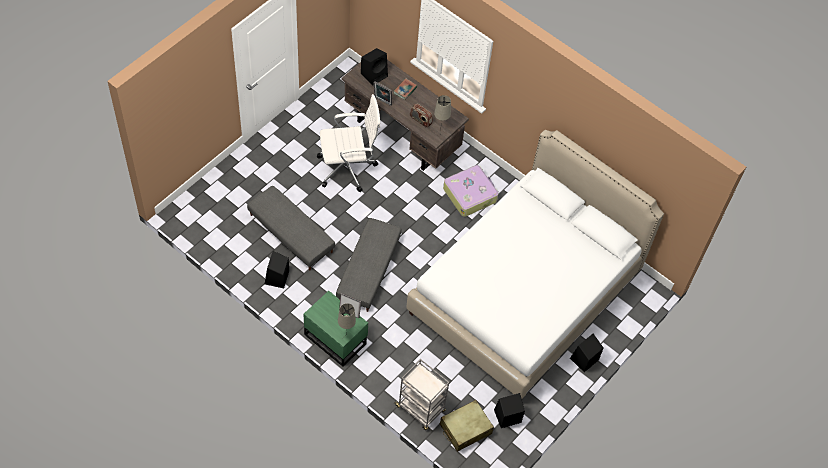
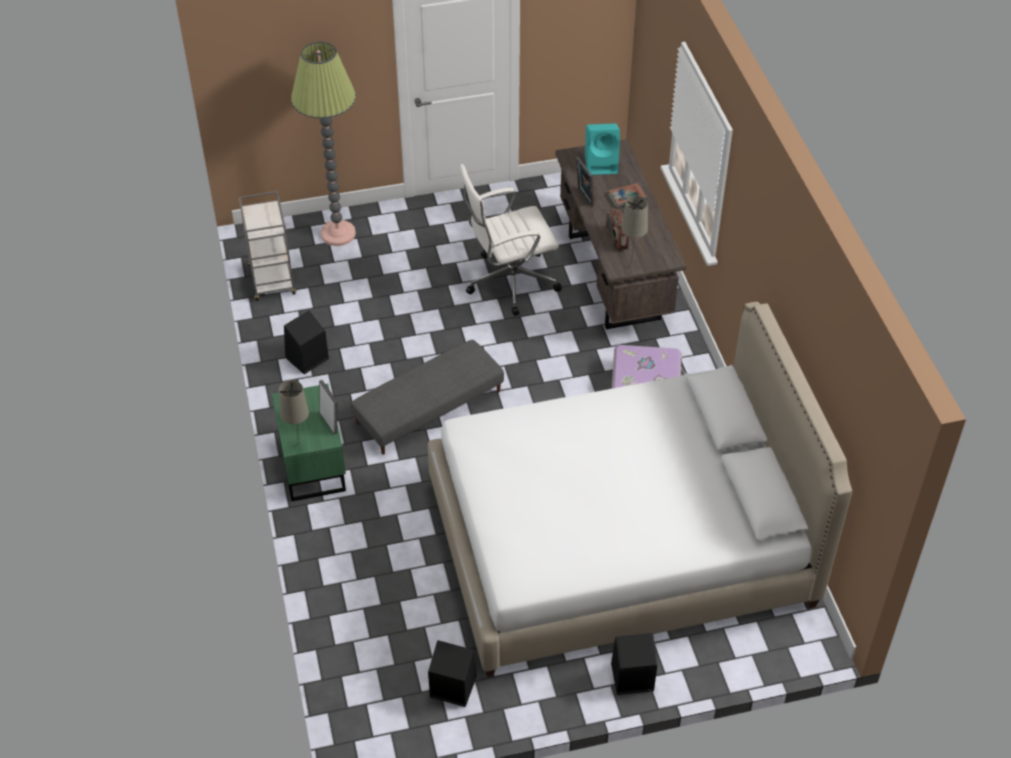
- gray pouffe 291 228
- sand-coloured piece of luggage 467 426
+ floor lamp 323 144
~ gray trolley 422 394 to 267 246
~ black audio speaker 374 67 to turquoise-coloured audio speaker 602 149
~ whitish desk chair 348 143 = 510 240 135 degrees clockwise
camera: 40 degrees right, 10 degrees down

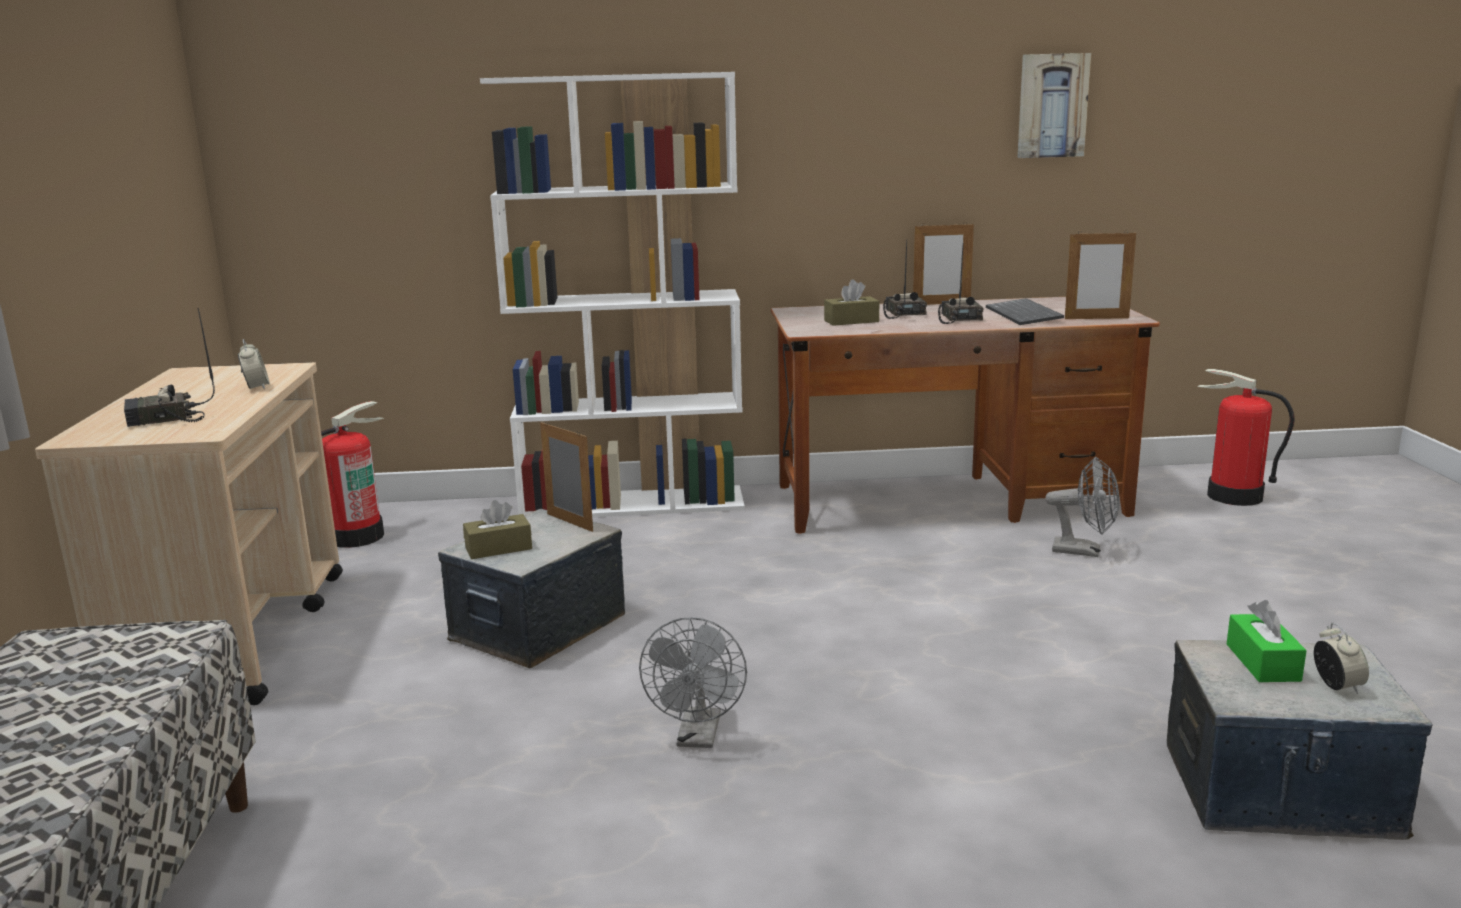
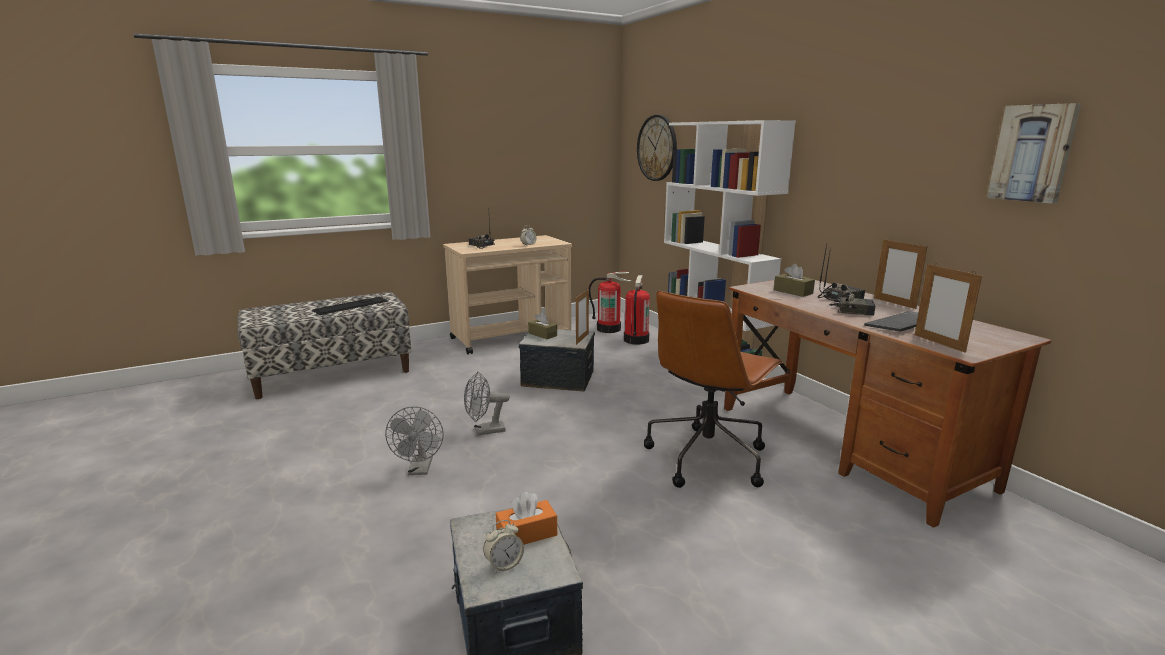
+ computer keyboard 350 306
+ hanging clock 657 148
+ brown desk chair 713 389
~ gray electric fan 1082 507 to 414 440
~ fire-fighting cylinder 1246 437 to 637 309
~ green tissue holder 1267 641 to orange-coloured tissue holder 526 518
~ radio set 960 285 = 849 281 45 degrees clockwise
camera: 65 degrees right, 0 degrees up

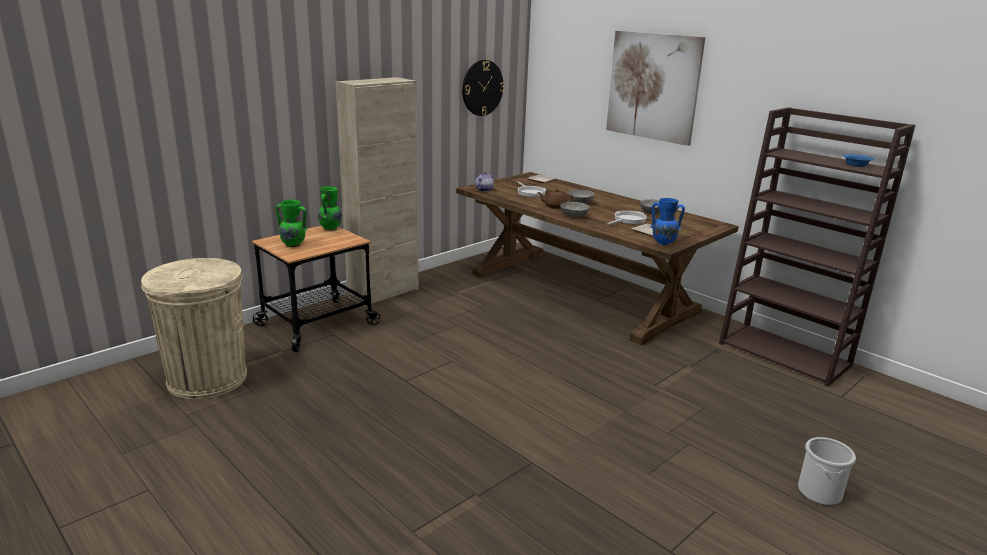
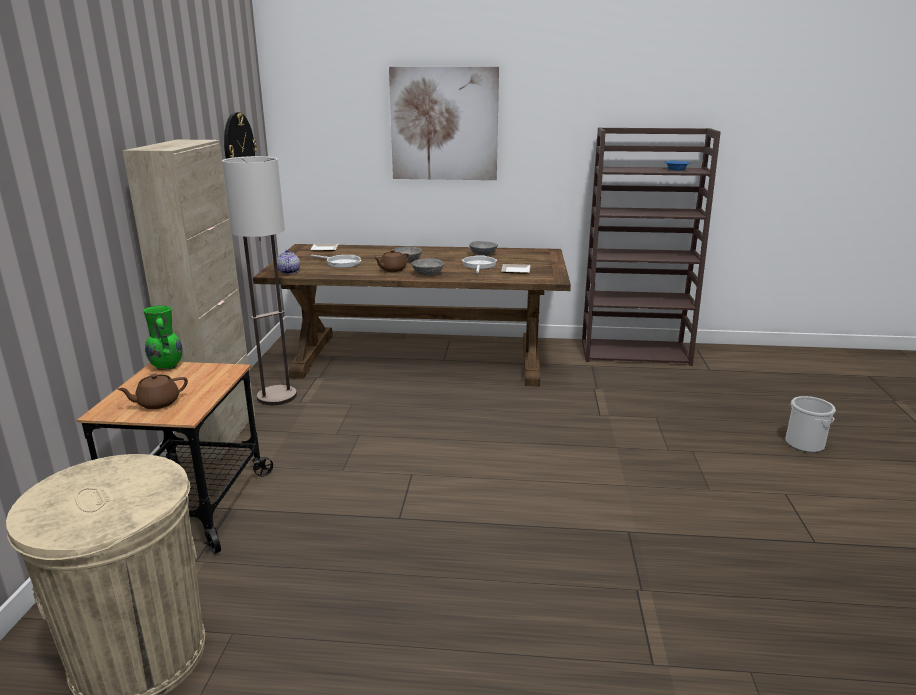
- blue-coloured vase 667 222
+ floor lamp 259 280
~ green vase 291 223 to brown pot for tea 152 391
camera: 40 degrees left, 0 degrees up

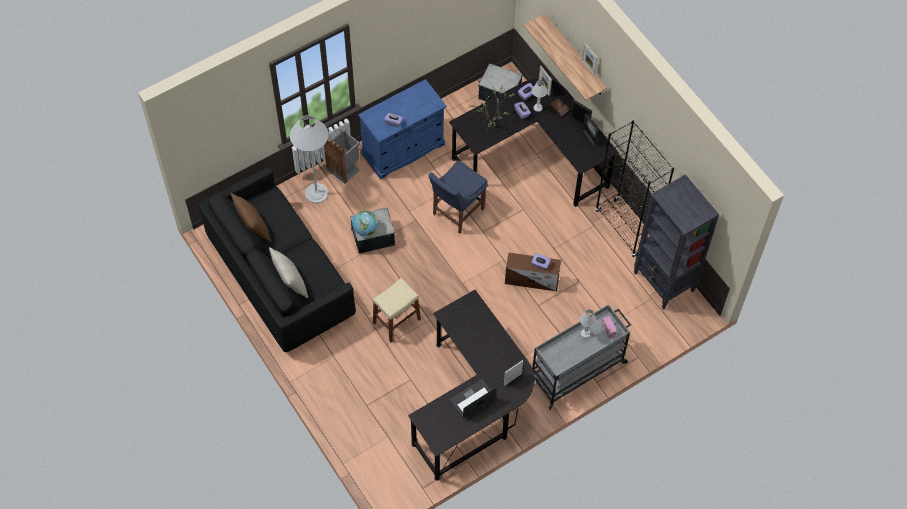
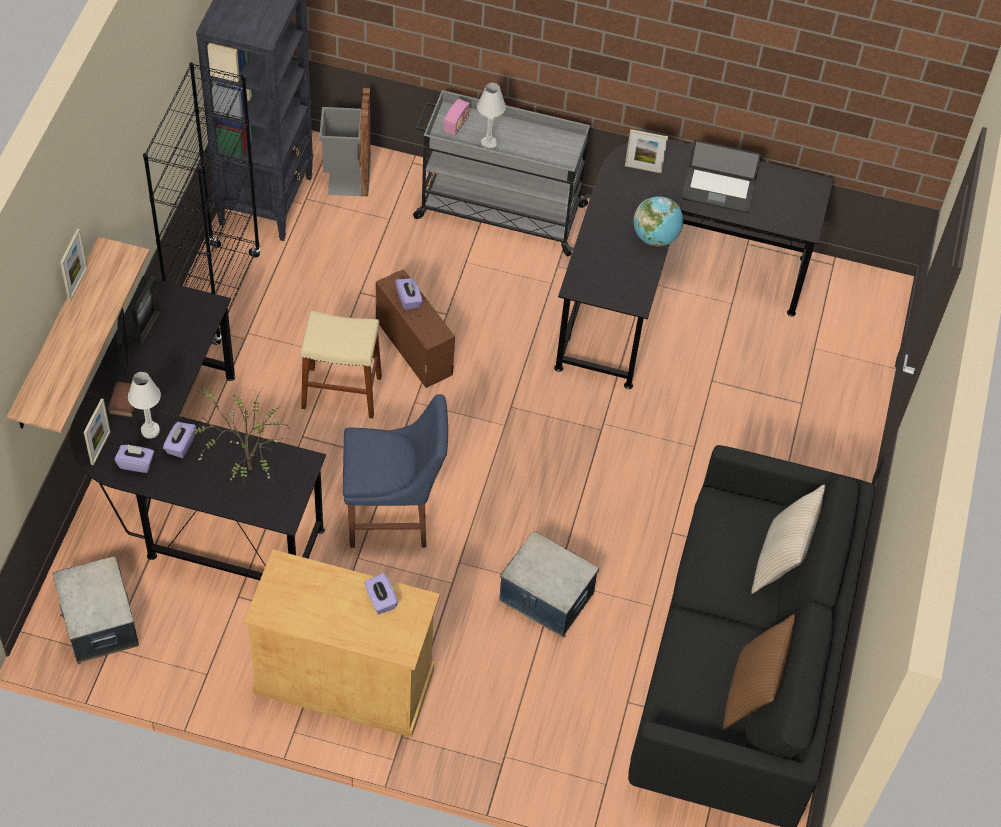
- whitish floor lamp 309 159
~ gray waste bin 342 157 to 345 142
~ world globe 365 223 to 658 221
~ sand-coloured stool 397 310 to 341 364
~ blue-coloured cupboard 402 129 to sand-coloured cupboard 342 643
camera: 135 degrees left, 5 degrees down

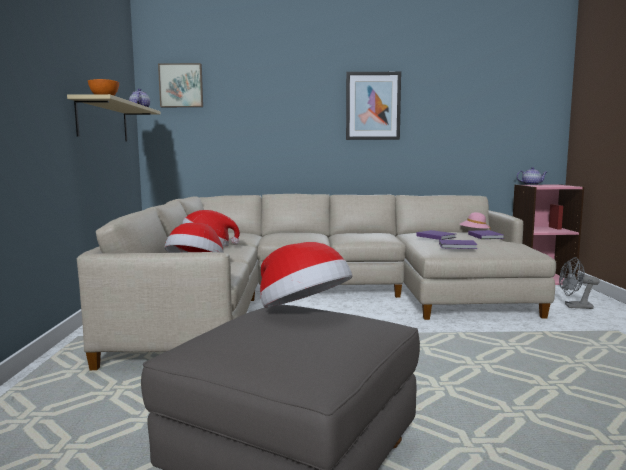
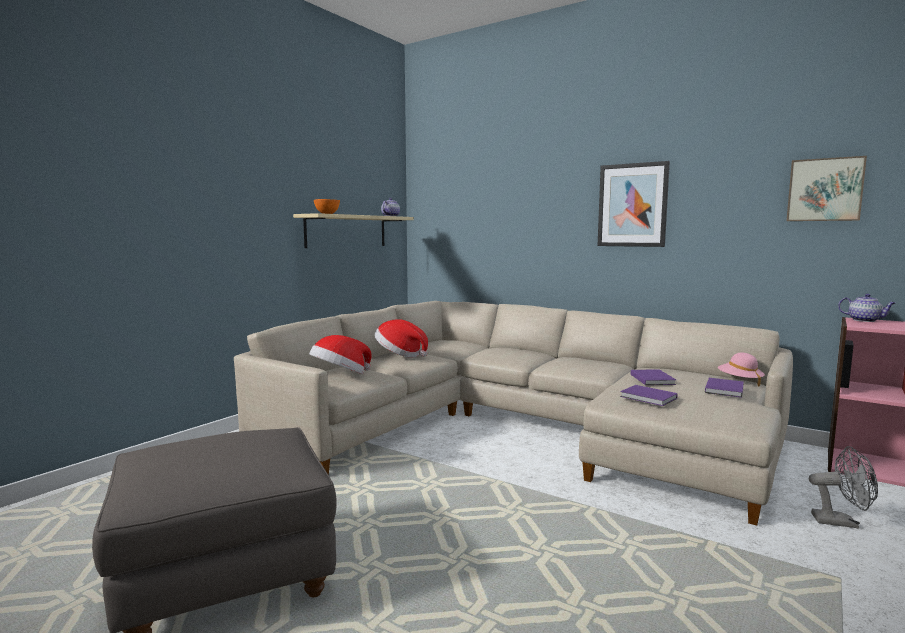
- clothing hat 306 274
~ wall art 180 85 to 826 188
~ gray electric fan 579 283 = 843 487 150 degrees clockwise
camera: 35 degrees right, 0 degrees up

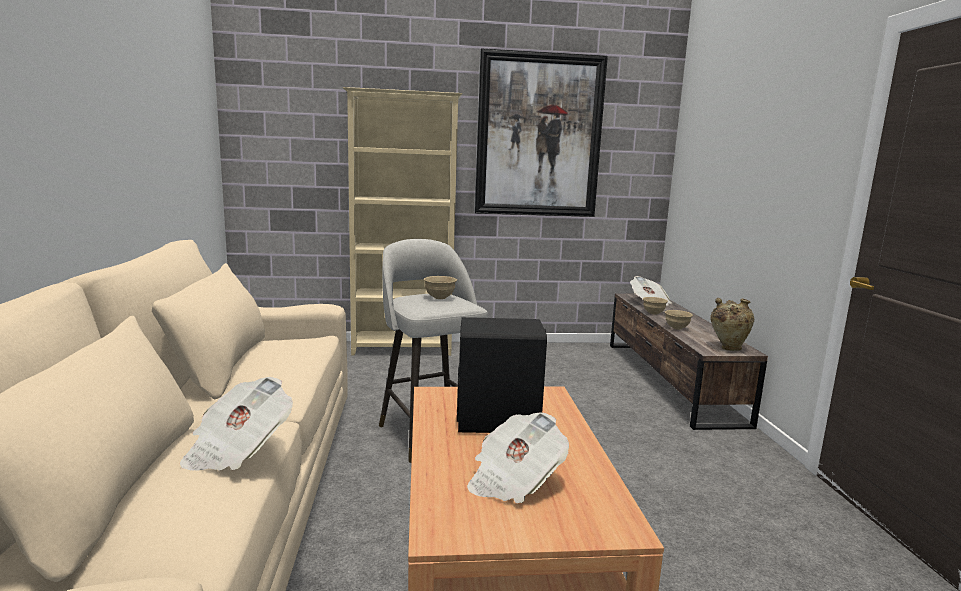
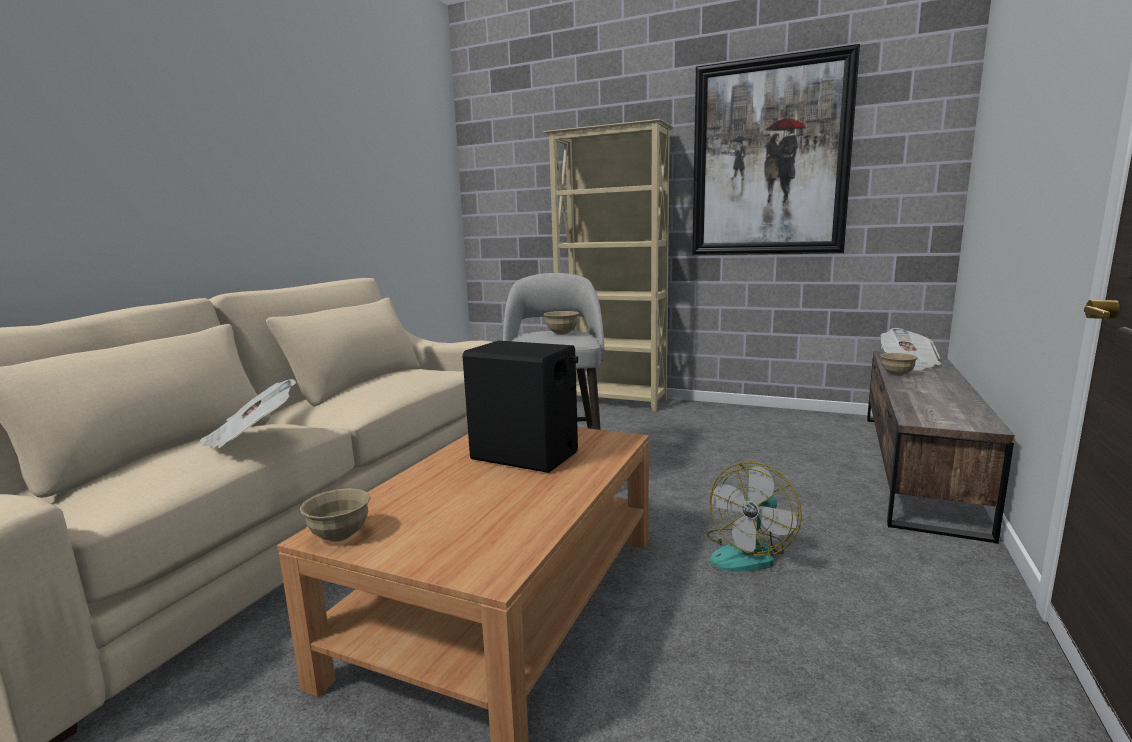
- printed paper 518 457
- sand-coloured vase 732 324
+ electric fan 754 516
~ sand-coloured deep dish 679 319 to 335 515
camera: 30 degrees right, 0 degrees up

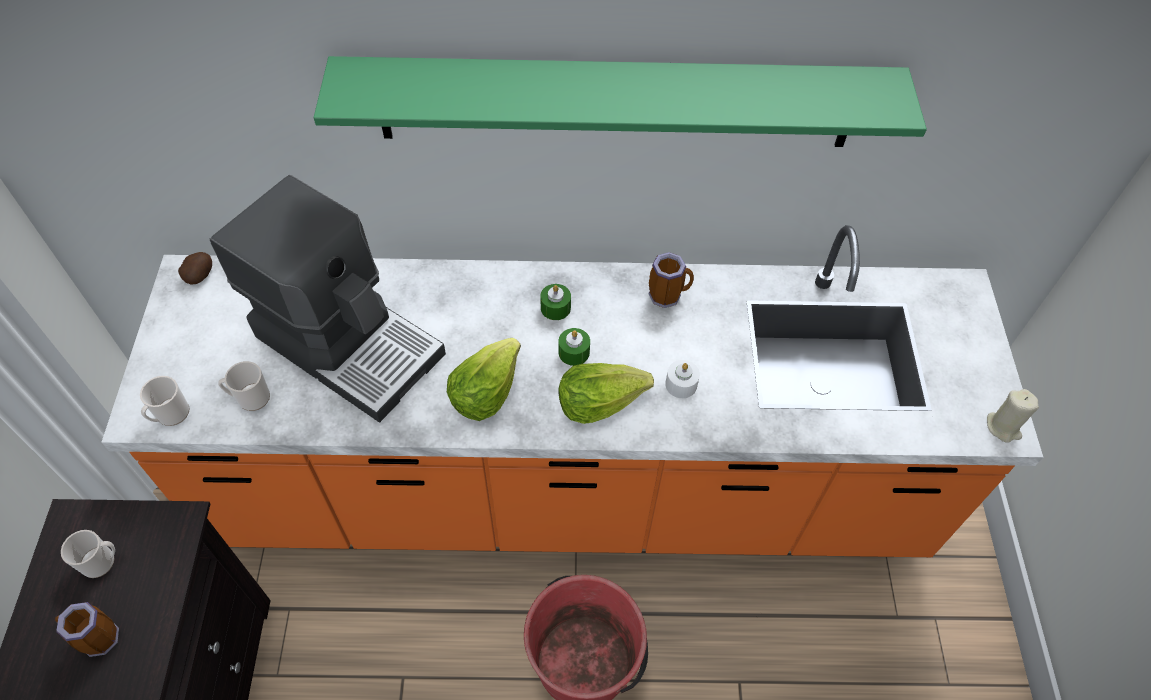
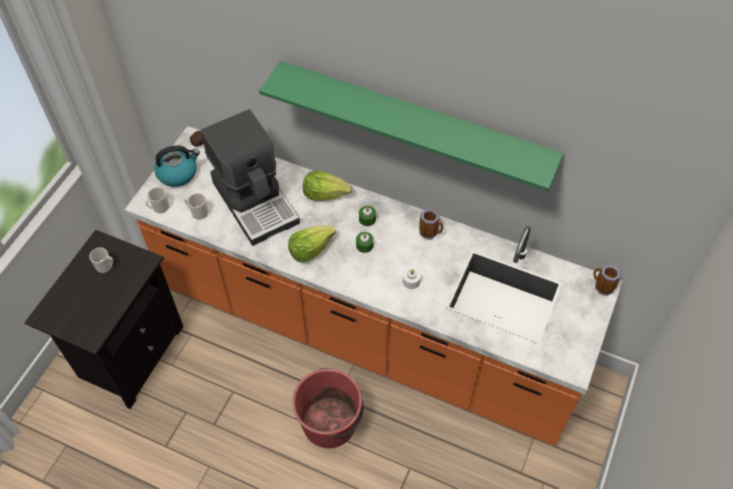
- sand-coloured wax candle 1013 416
+ tea kettle 177 166
~ tea mug 87 629 to 607 280
~ lettuce head 606 393 to 327 185
camera: 25 degrees right, 0 degrees up

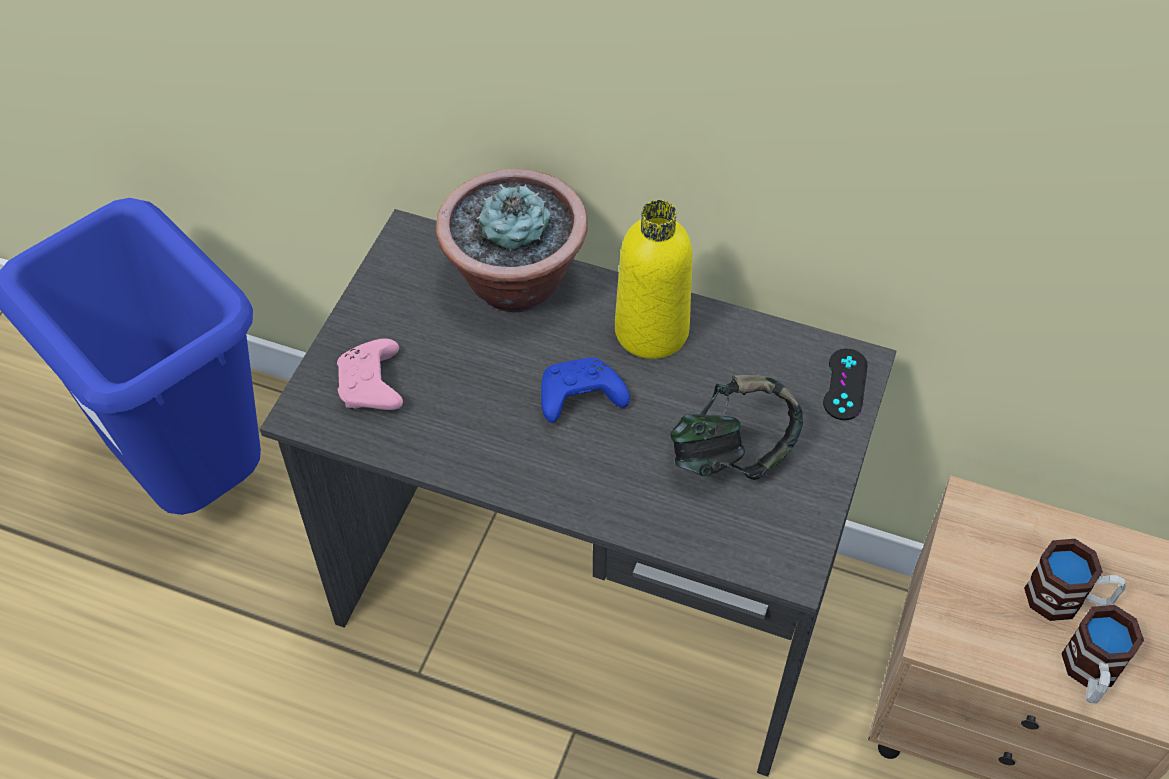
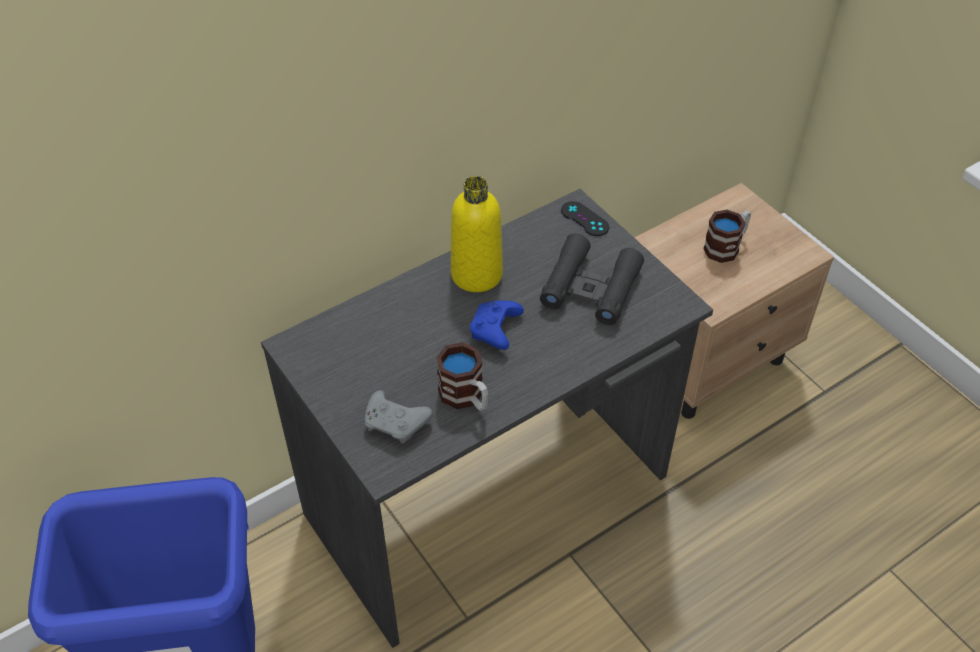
- potted plant 512 240
~ tea mug 1102 654 to 462 376
~ pair of headphones 736 427 to black field glasses 592 279
~ pink-coloured gamepad 370 374 to gray gamepad 398 416
camera: 55 degrees left, 5 degrees down

